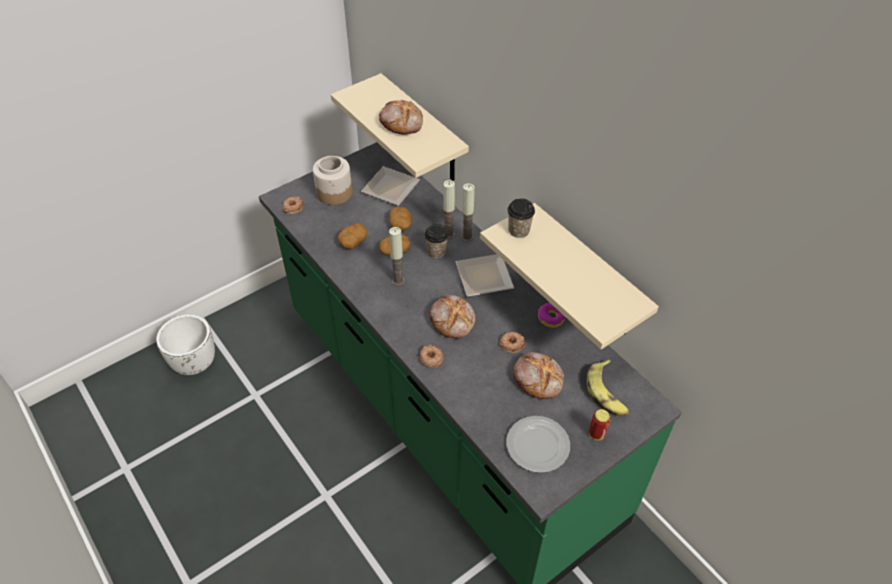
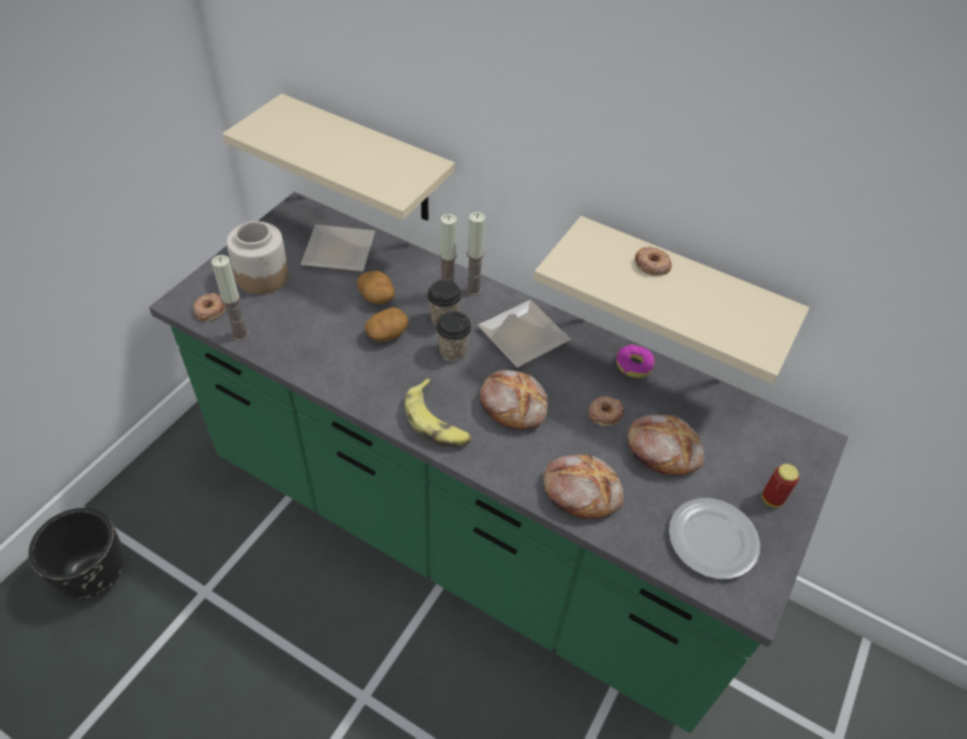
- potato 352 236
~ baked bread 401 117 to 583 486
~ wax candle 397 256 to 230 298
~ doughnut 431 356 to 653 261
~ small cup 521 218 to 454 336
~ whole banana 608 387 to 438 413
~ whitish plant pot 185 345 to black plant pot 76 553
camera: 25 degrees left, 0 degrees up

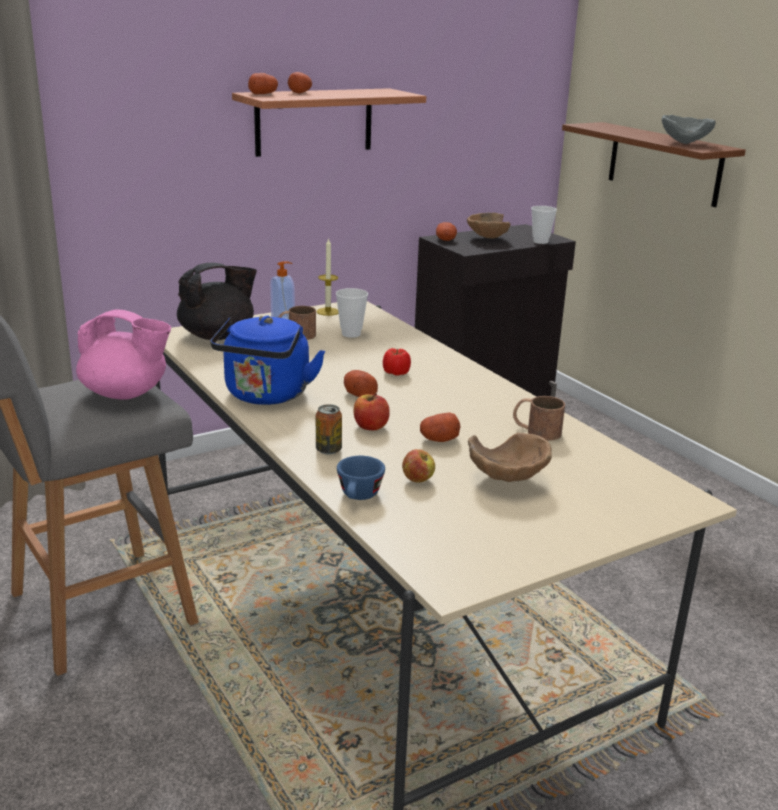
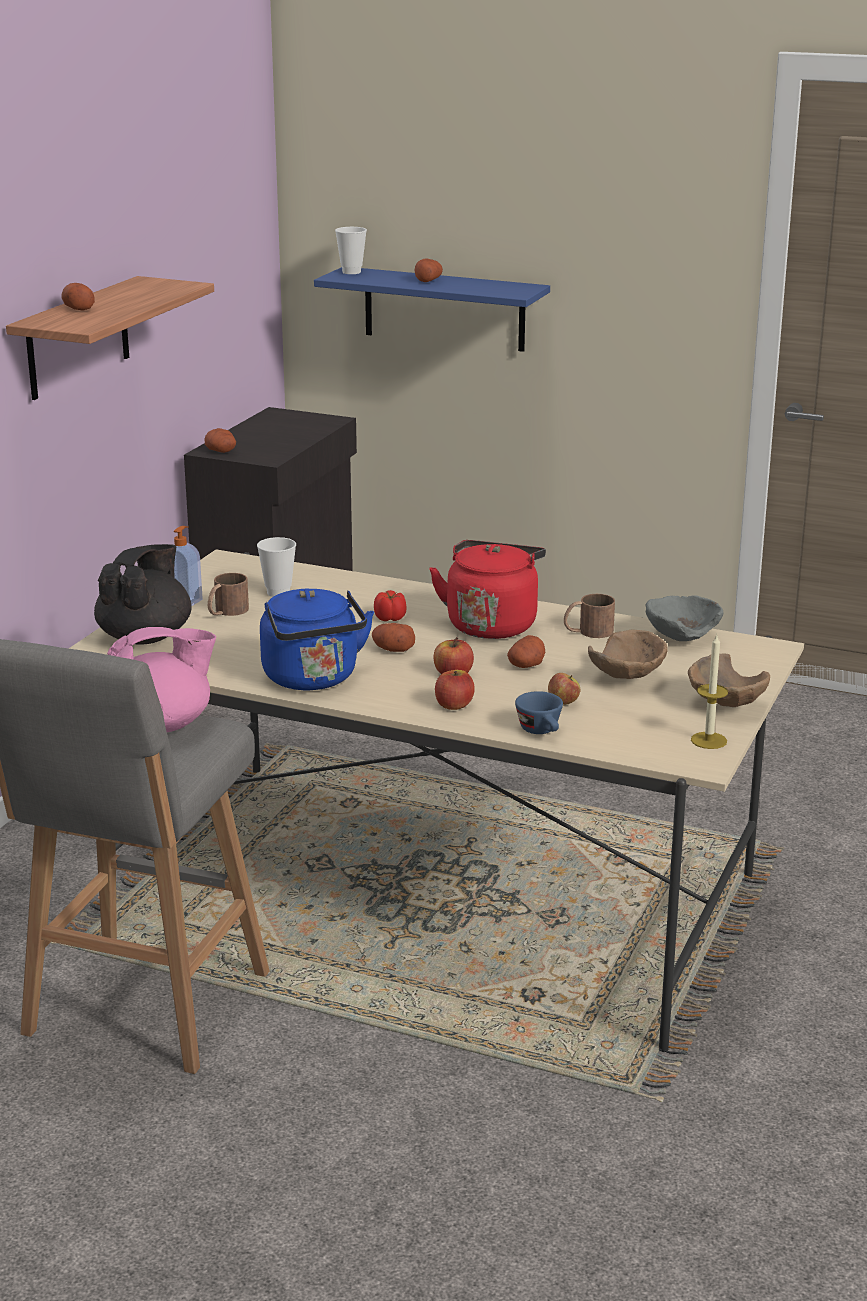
+ red tea kettle 487 589
~ potato 263 84 to 428 270
~ wax candle 327 277 to 709 692
~ brown deep dish 489 226 to 729 680
~ small cup 544 225 to 351 250
~ gray deep dish 689 129 to 685 618
~ can 328 429 to apple fruit 455 690
~ brown bracket shelf 654 164 to blue-coloured bracket shelf 432 309
camera: 35 degrees left, 0 degrees up

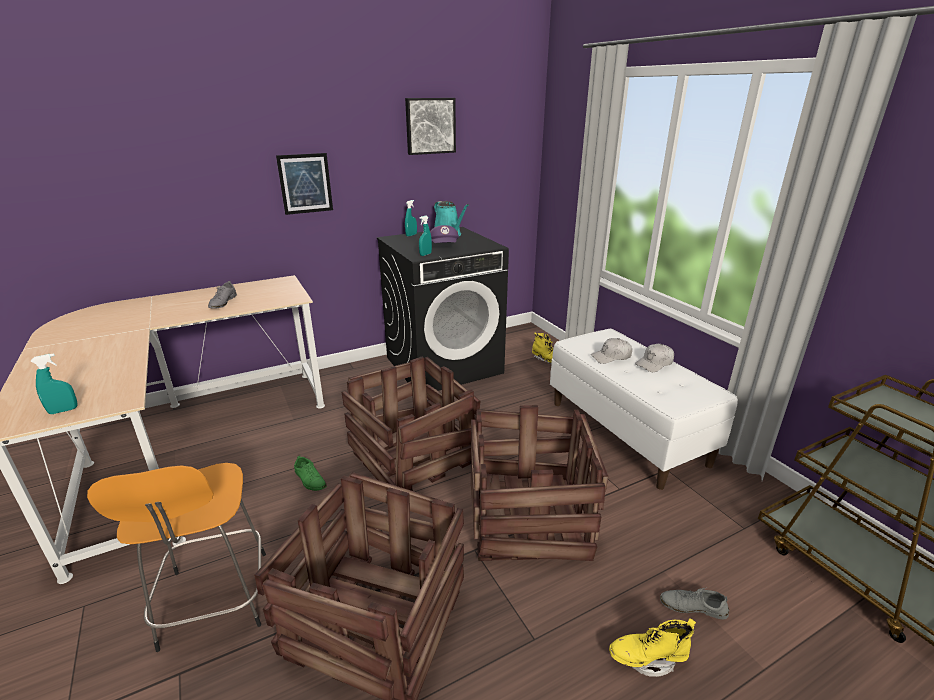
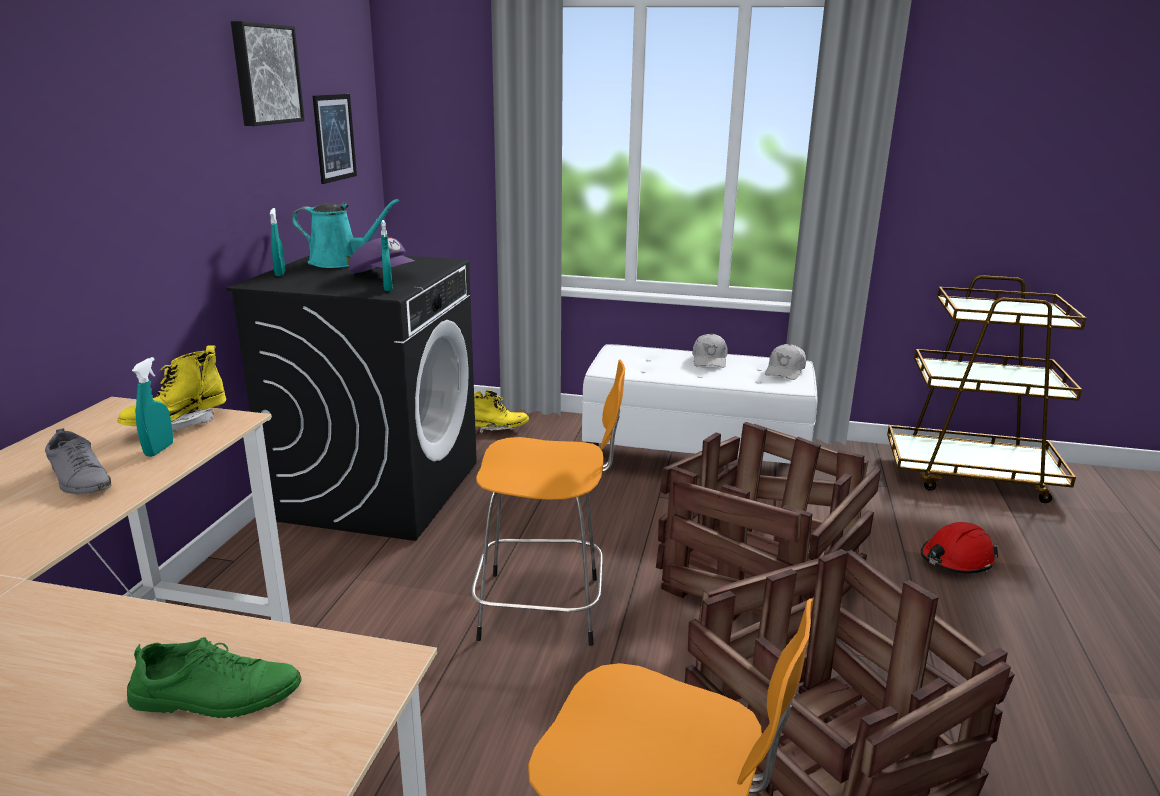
~ turquoise-coloured hand sprayer 54 383 to 152 407
~ wall art 304 184 to 335 139
~ green item of footwear 310 473 to 214 677
~ whitish cap 611 351 to 785 362
~ yellowish boot 652 648 to 171 388
~ shipping crate 411 424 to orange-coloured stool 548 502
~ gray item of footwear 694 603 to red work helmet 959 548
camera: 50 degrees left, 5 degrees down

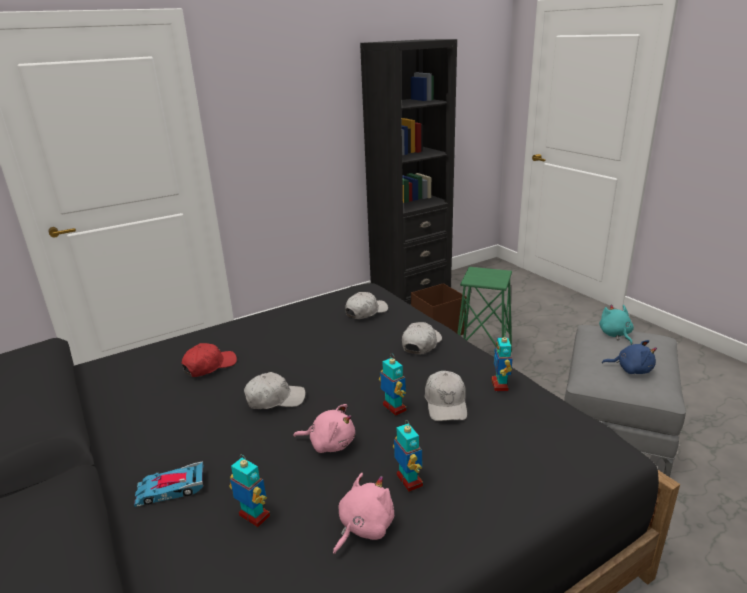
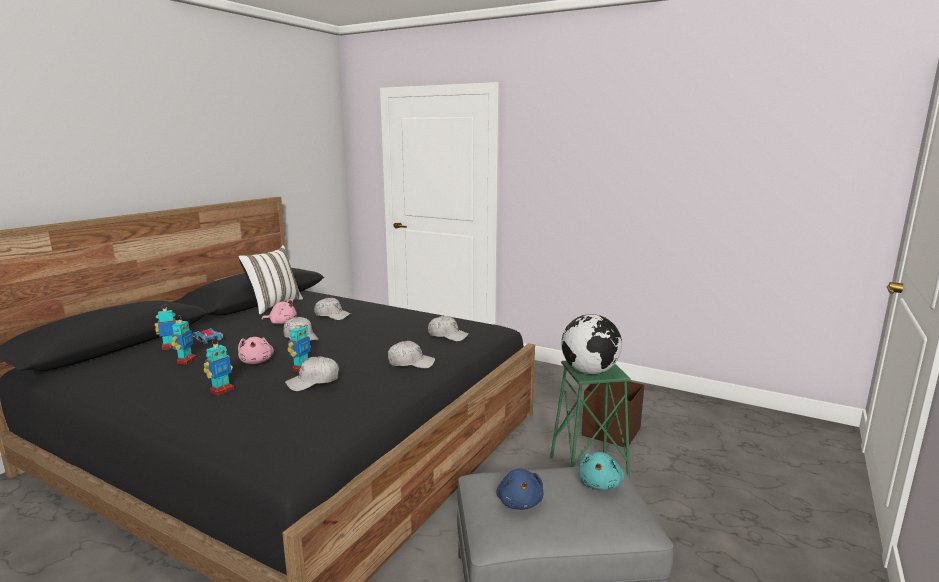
- black bookcase 408 172
+ whitish cushion 270 280
+ world globe 591 344
~ pink-coloured cuddly toy 363 514 to 279 311
~ toy robot 501 361 to 166 327
~ red cap 209 360 to whitish cap 332 309
~ turquoise-coloured cuddly toy 616 324 = 601 471 150 degrees clockwise
camera: 60 degrees right, 10 degrees down

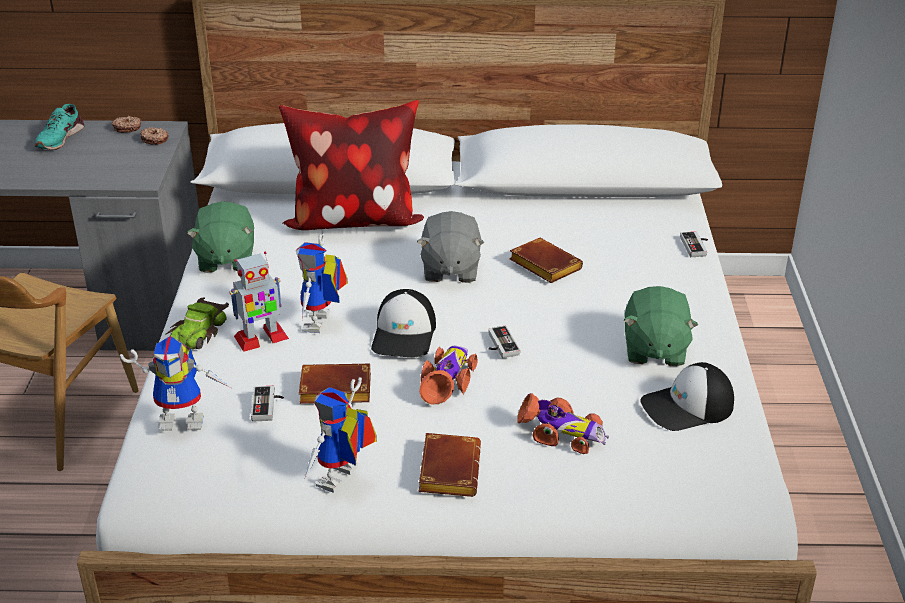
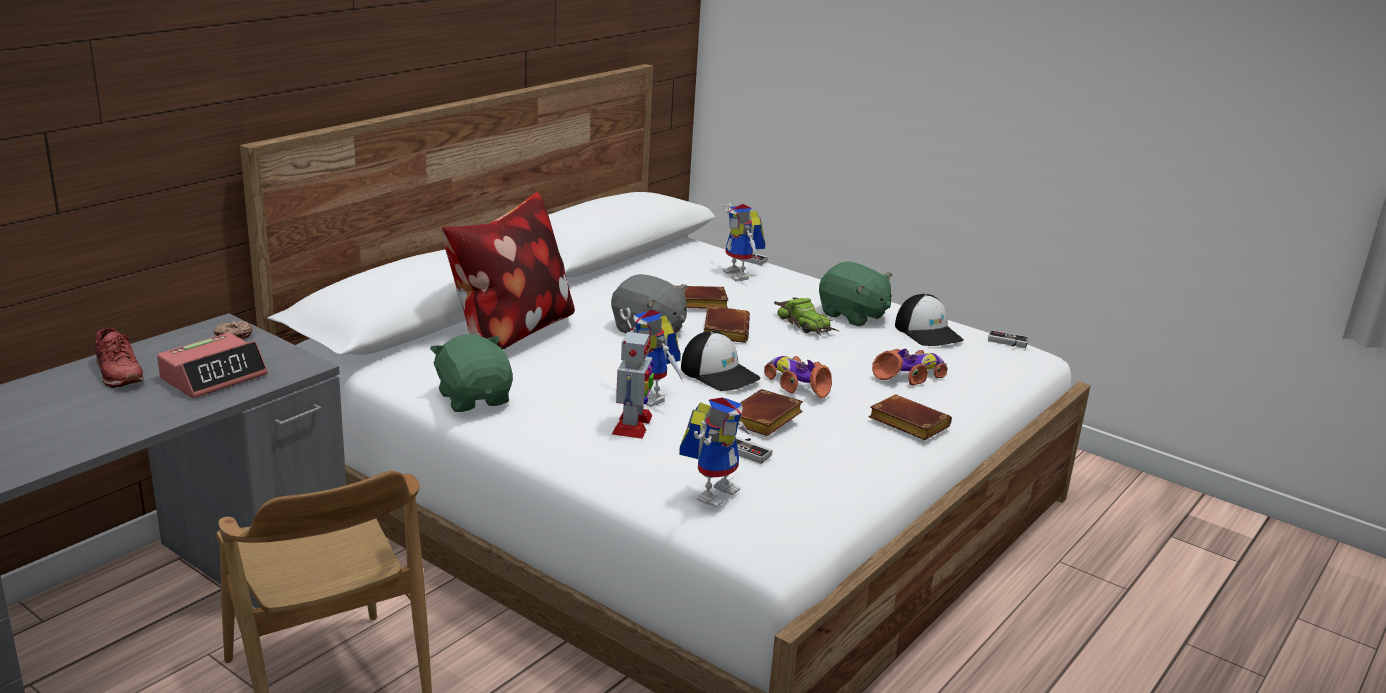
- doughnut 126 124
+ bedside clock 212 365
+ brown bound book 727 324
~ model car 197 323 to 807 316
~ toy robot 340 435 to 743 242
~ gamepad 504 341 to 1008 339
~ turquoise-coloured item of footwear 59 127 to red item of footwear 119 358
~ green cuddly toy 220 237 = 471 373 150 degrees counterclockwise
~ cap 687 396 = 929 320 45 degrees counterclockwise
camera: 55 degrees left, 10 degrees down

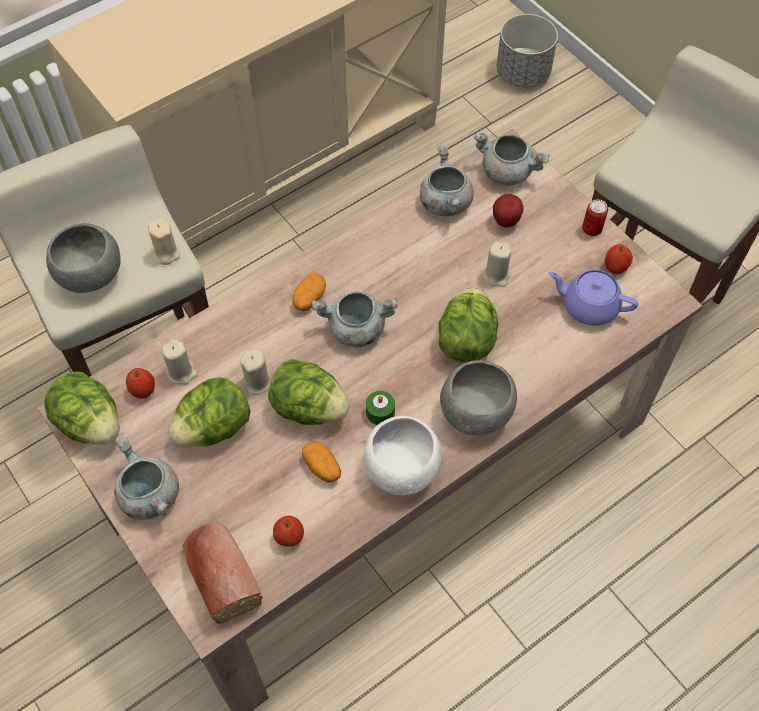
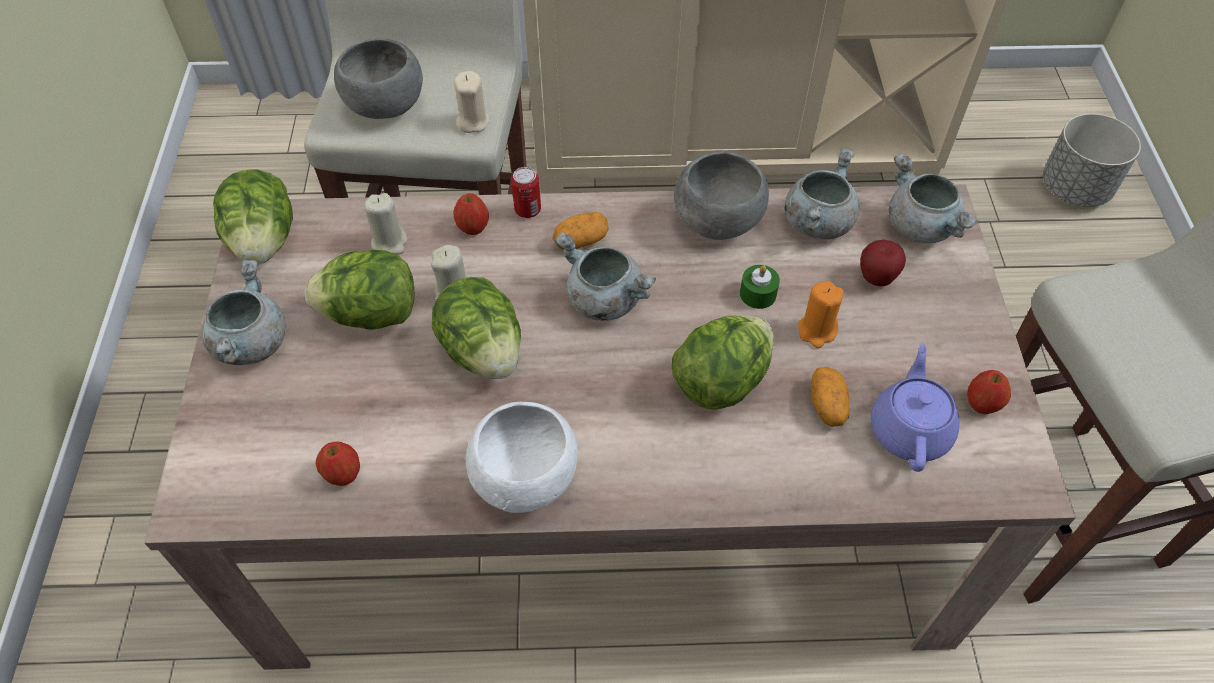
- baked bread 222 573
~ apple fruit 140 383 to 471 214
~ potato 321 462 to 830 397
~ green wax candle 380 408 to 760 287
~ gray deep dish 478 398 to 721 196
~ can 595 217 to 526 192
~ sand-coloured wax candle 497 264 to orange-coloured wax candle 821 314
~ purple pot for tea 593 298 = 914 407 45 degrees clockwise
camera: 35 degrees right, 5 degrees down

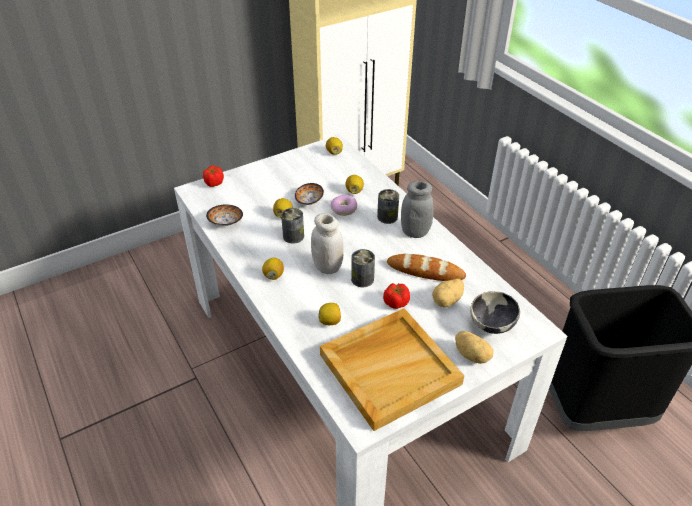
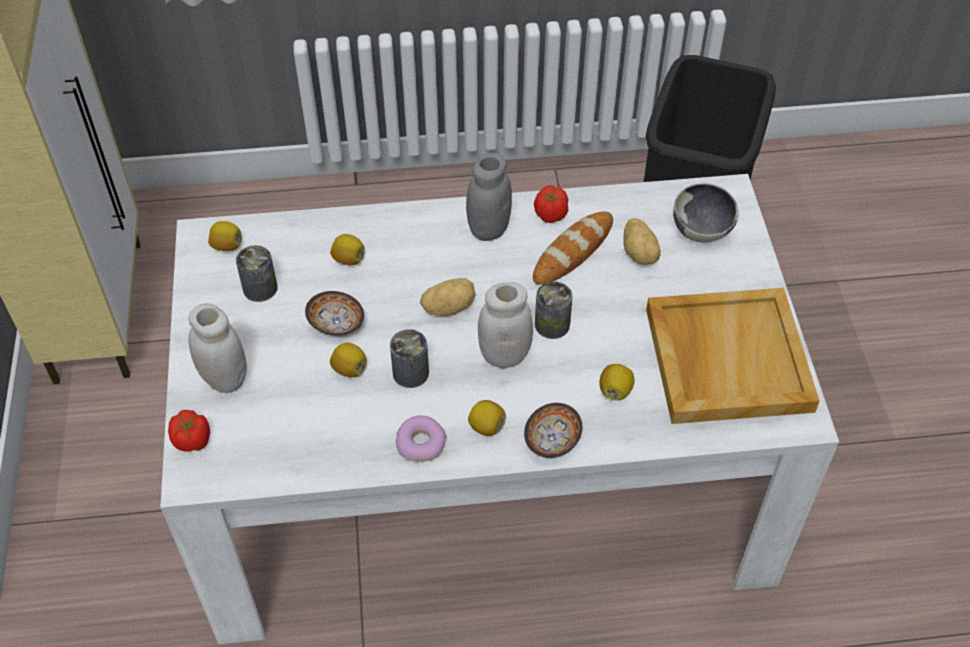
+ whitish storage jar 217 348
~ deep dish 224 215 to 553 430
~ doughnut 343 205 to 421 438
~ can 388 206 to 256 273
~ tomato 396 296 to 551 204
~ potato 474 347 to 448 297
camera: 65 degrees left, 10 degrees up

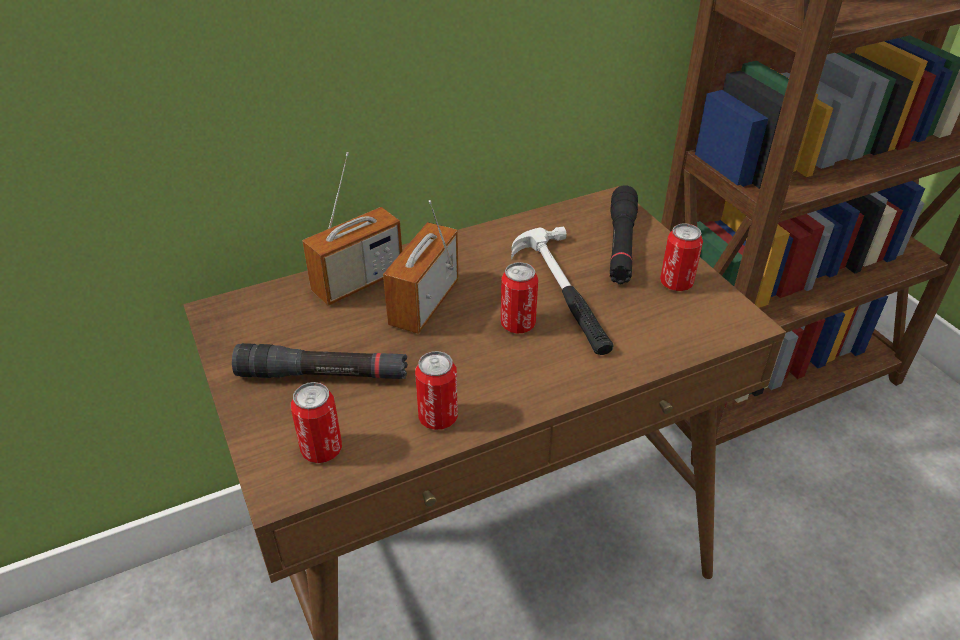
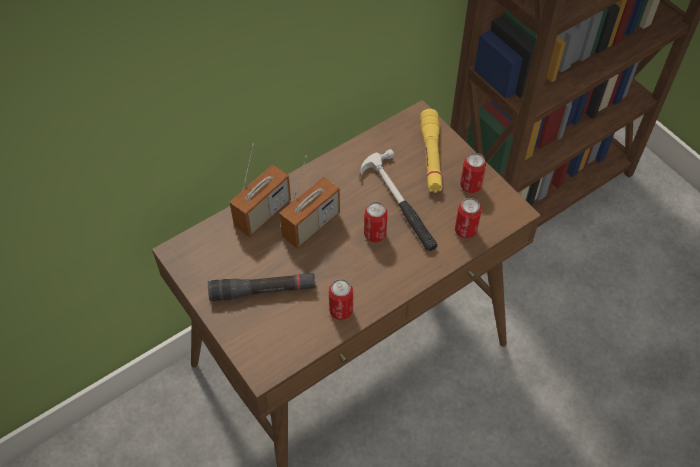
~ can 316 422 to 468 218
~ black torch 624 234 to yellowish torch 431 151
~ radio set 421 267 = 309 202 150 degrees counterclockwise
camera: 10 degrees left, 15 degrees up

